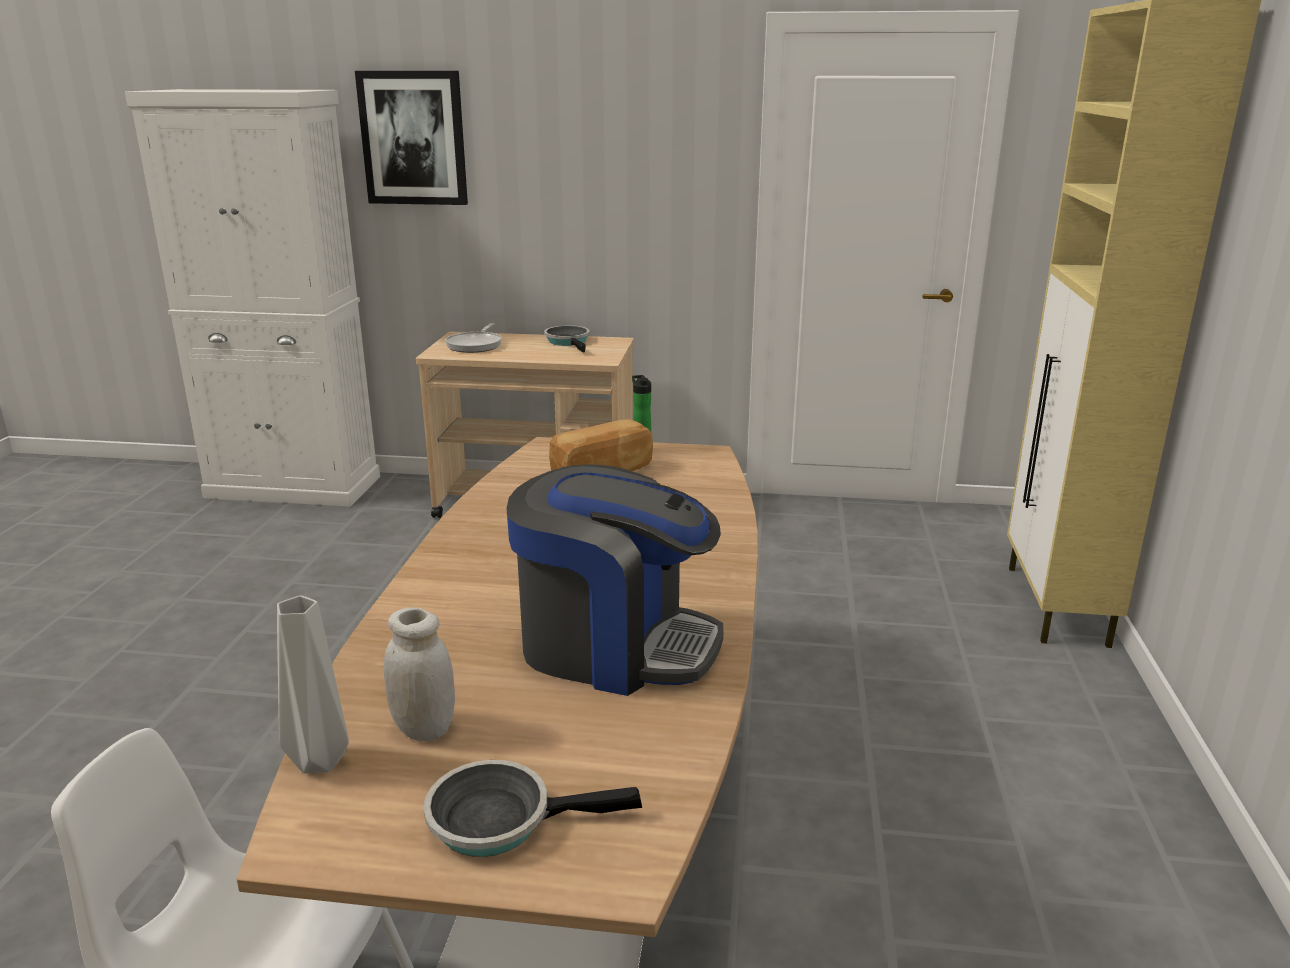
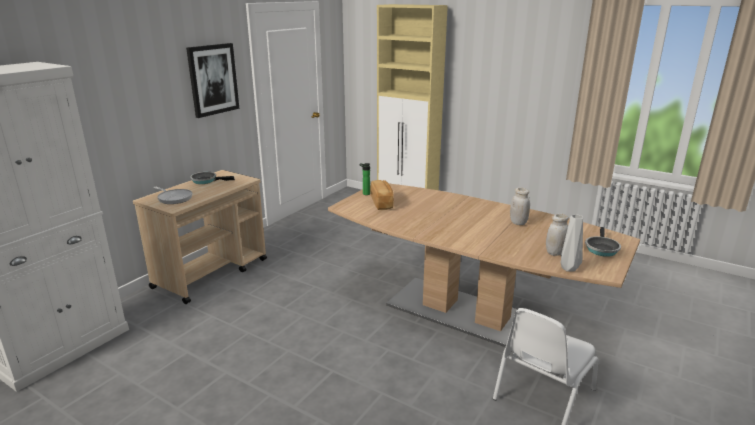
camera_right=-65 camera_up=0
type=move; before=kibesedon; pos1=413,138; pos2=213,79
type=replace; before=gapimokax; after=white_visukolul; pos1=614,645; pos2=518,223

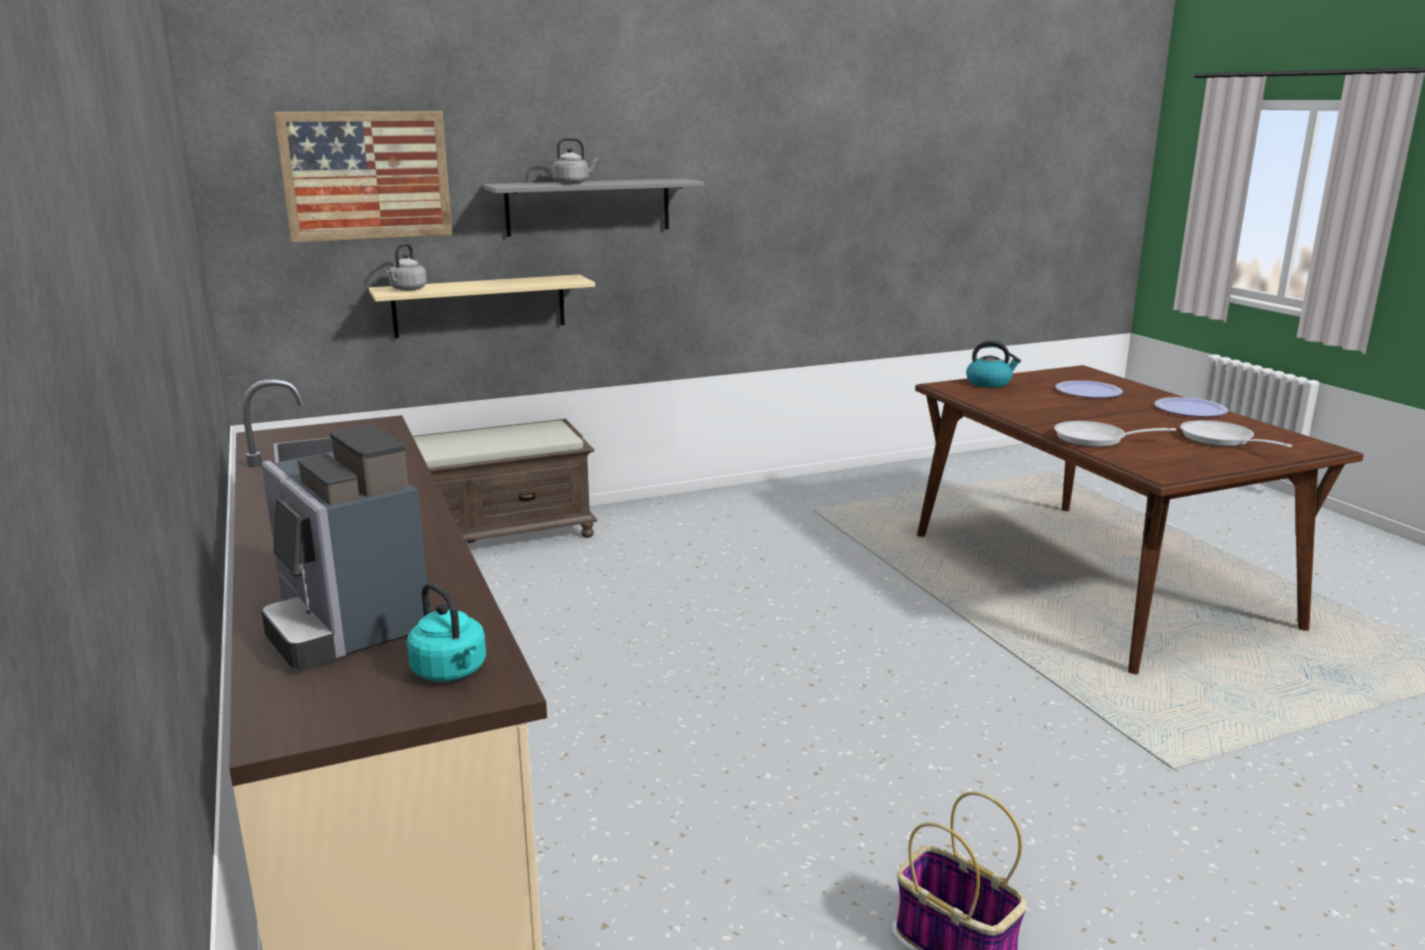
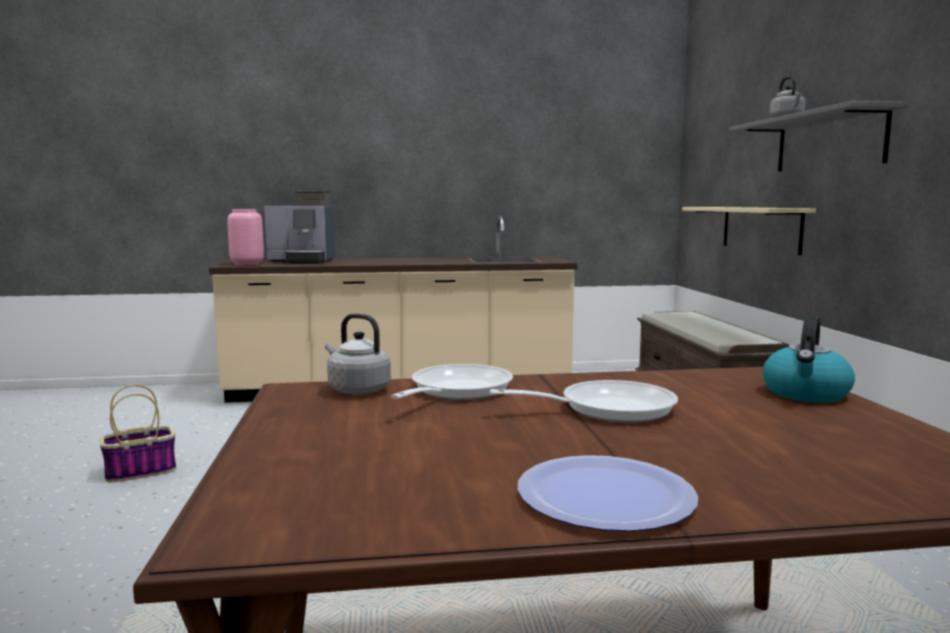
camera_right=105 camera_up=-10
type=replace; before=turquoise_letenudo; after=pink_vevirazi; pos1=451,672; pos2=246,264
type=rotate; before=gapimokax; pos1=346,623; pos2=303,261; turn=-150
type=move; before=grey_letenudo; pos1=407,289; pos2=356,390
type=move; before=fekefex; pos1=1221,440; pos2=607,408
type=delete; before=kibesedon; pos1=366,175
type=delete; before=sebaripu; pos1=1088,391

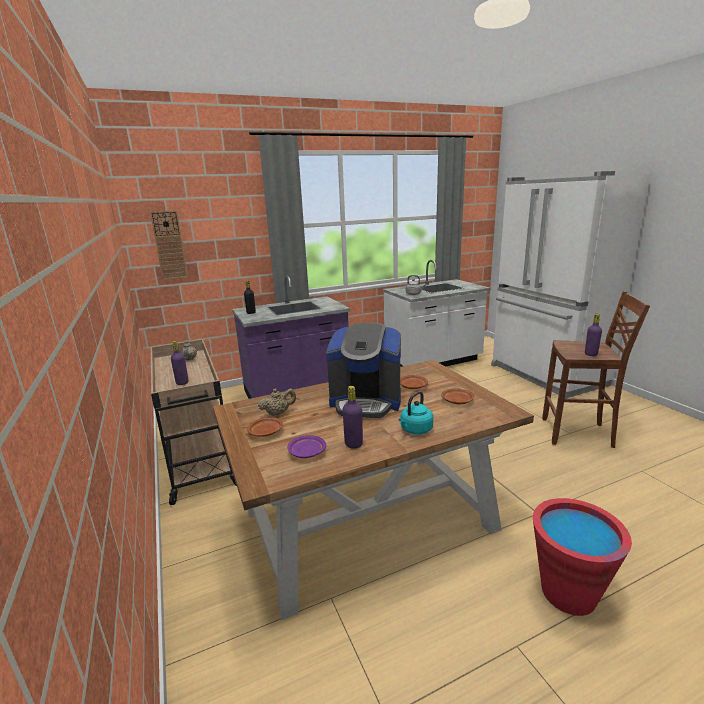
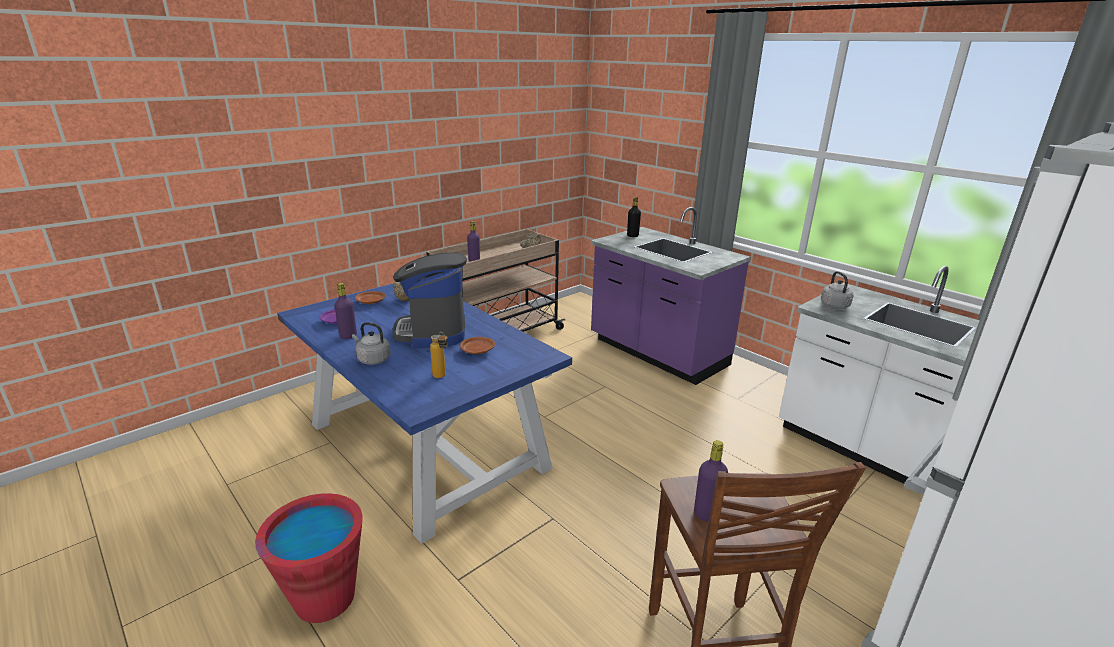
camera_right=70 camera_up=5
type=recolor; before=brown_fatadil; after=blue_fatadil; pos1=369,518; pos2=427,446
type=recolor; before=turquoise_letenudo; after=grey_letenudo; pos1=415,430; pos2=372,359
type=replace; before=brown_sebaripu; after=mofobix; pos1=457,401; pos2=442,377
type=delete; before=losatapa; pos1=169,245

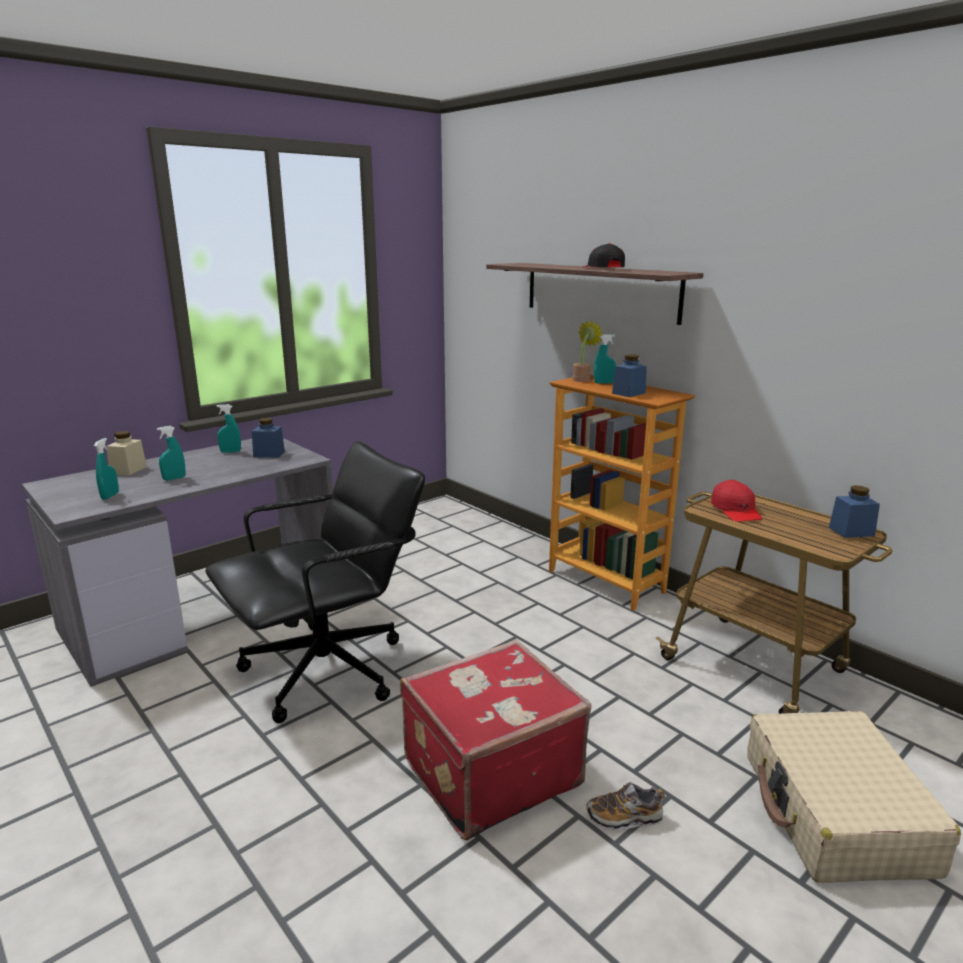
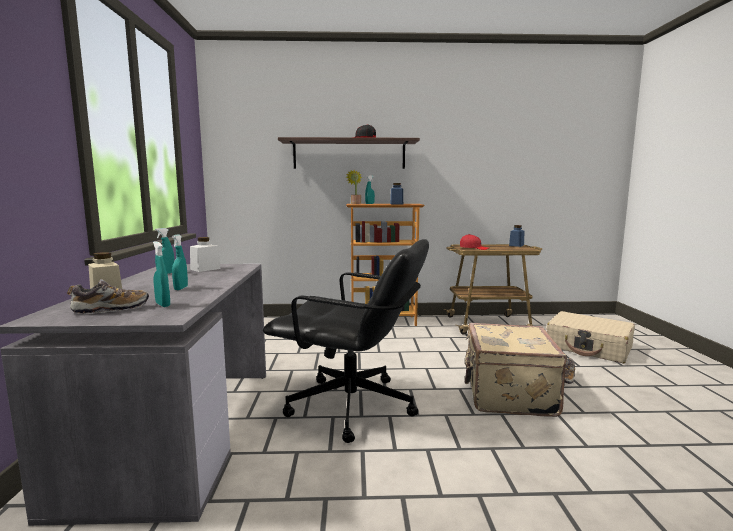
camera_right=-50 camera_up=-10
type=insert; after=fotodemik; pos2=111,310
type=recolor; before=blue_visukolul; after=white_visukolul; pos1=269,454; pos2=205,269
type=rotate; before=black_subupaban; pos1=327,671; pos2=352,407; turn=105
type=recolor; before=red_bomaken; after=beige_bomaken; pos1=489,771; pos2=507,394

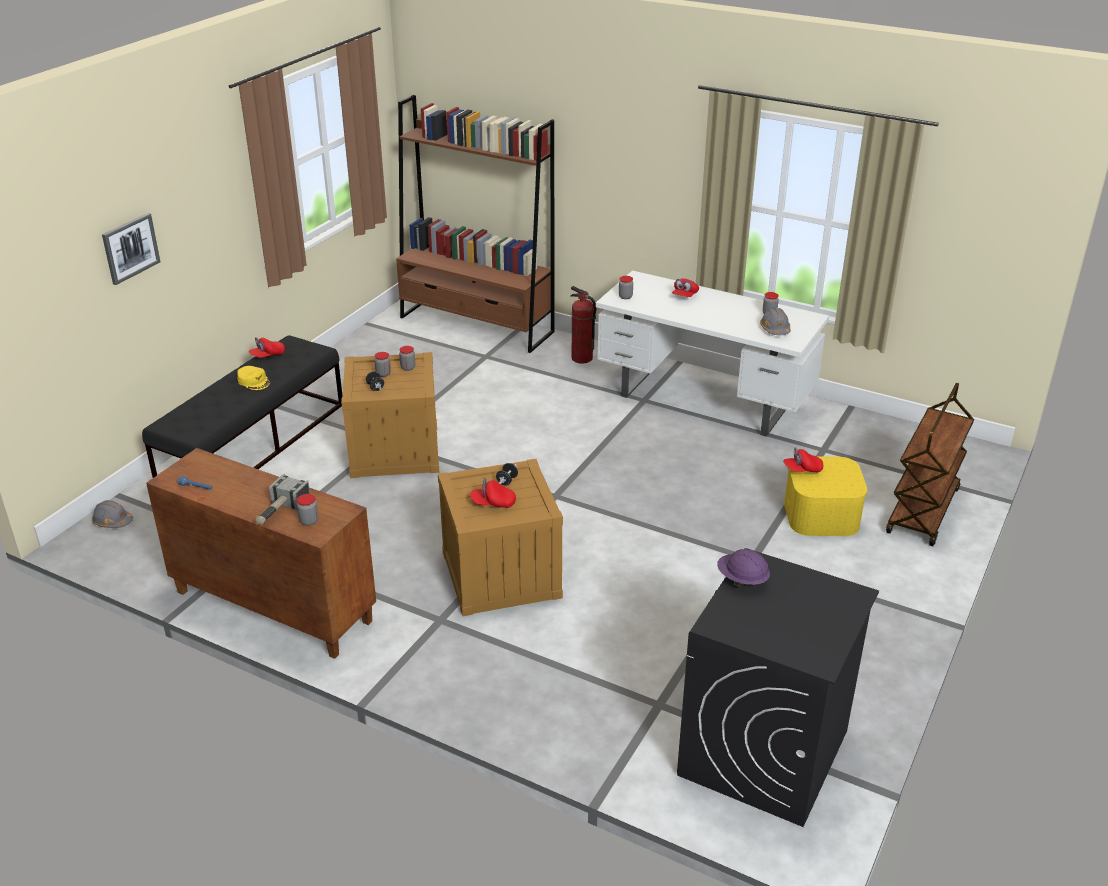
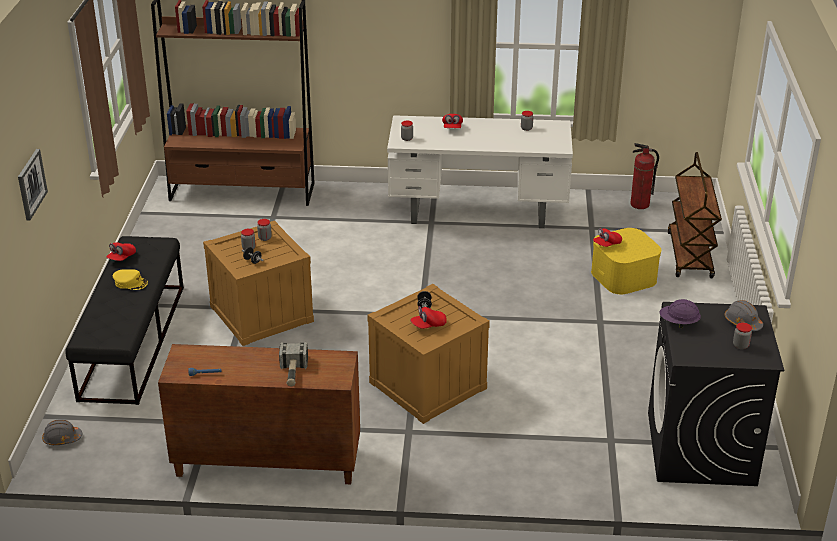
camera_right=-25 camera_up=0
type=move; before=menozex; pos1=582,358; pos2=639,204
type=move; before=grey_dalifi; pos1=775,329; pos2=742,322
type=move; before=visukolul; pos1=309,521; pos2=740,345

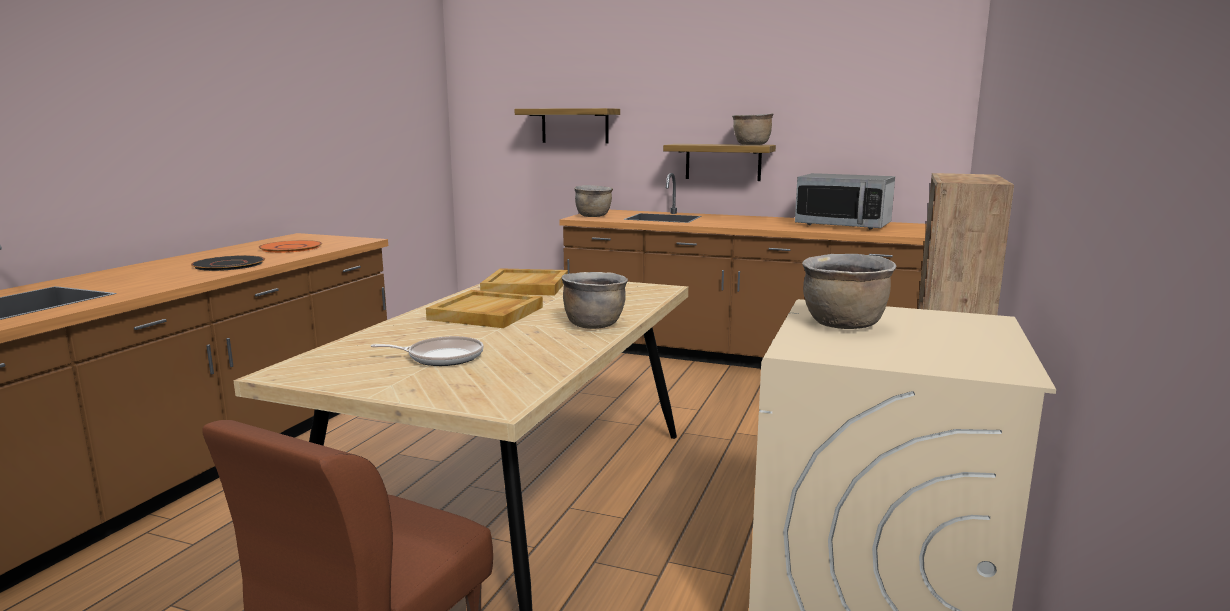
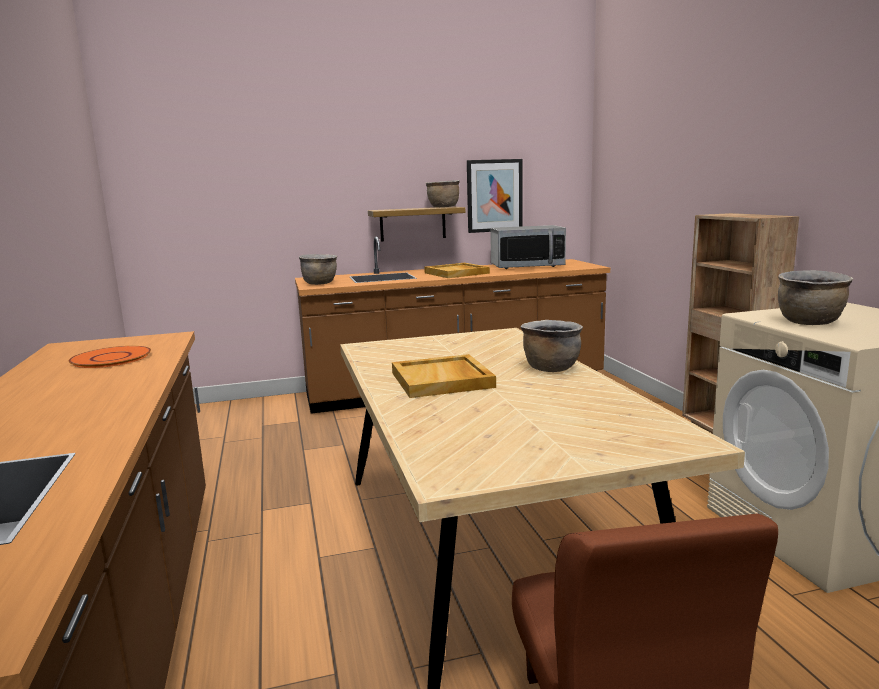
camera_right=-35 camera_up=0
type=move; before=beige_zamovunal; pos1=526,286; pos2=457,273
type=insert; after=kibesedon; pos2=494,195
type=delete; before=black_sebaripu; pos1=228,264
type=delete; before=fekefex; pos1=441,357
type=delete; before=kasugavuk; pos1=575,126

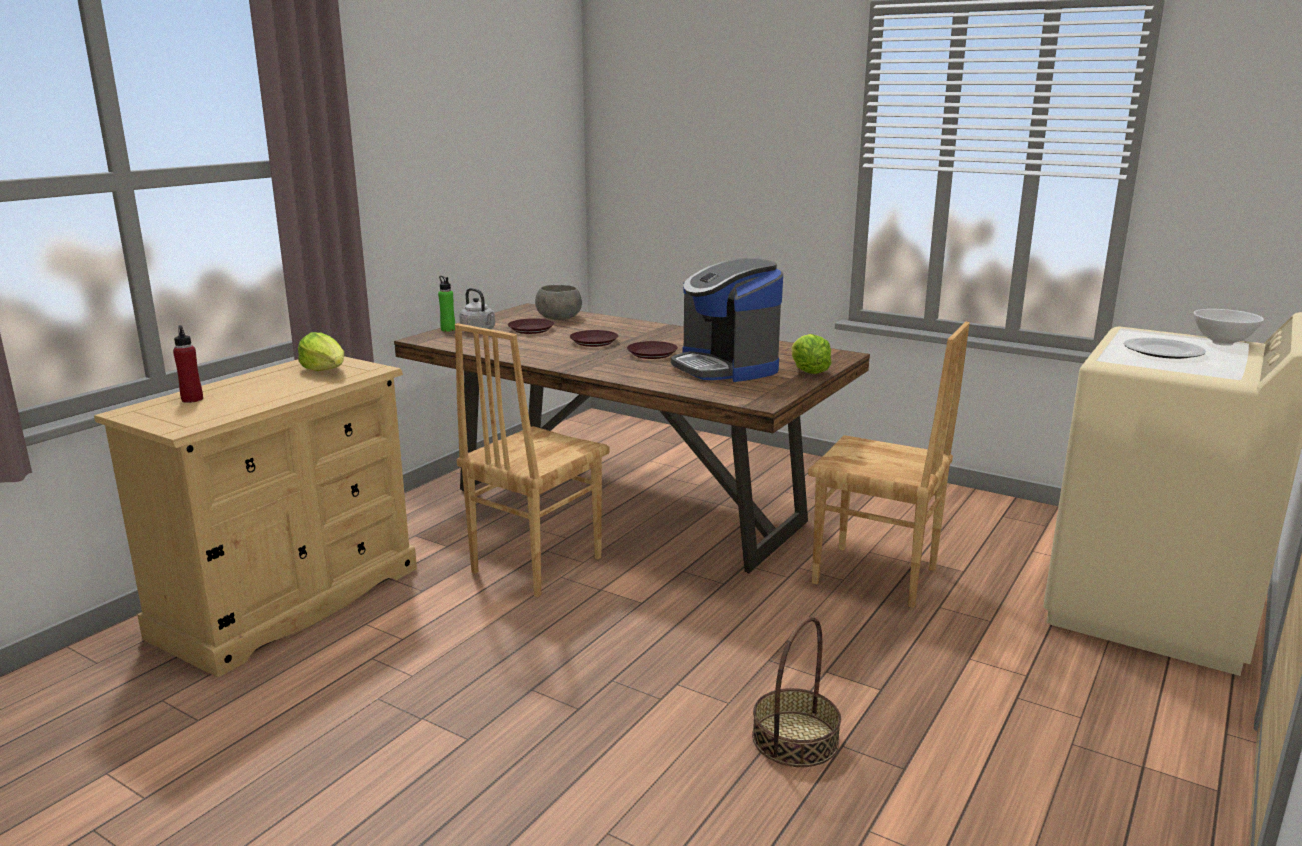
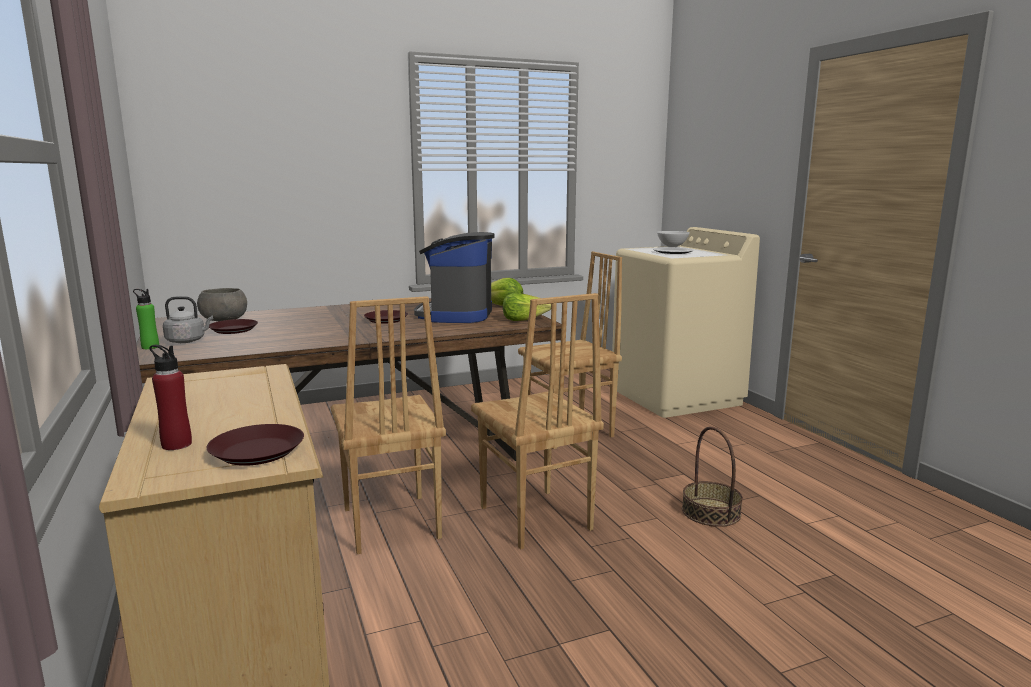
camera_right=-55 camera_up=-5
type=move; before=brown_sebaripu; pos1=593,342; pos2=256,452
type=rotate; before=gapimokax; pos1=726,367; pos2=456,314; turn=90
type=insert; after=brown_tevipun; pos2=533,519
type=move; before=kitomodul; pos1=326,370; pos2=524,319

